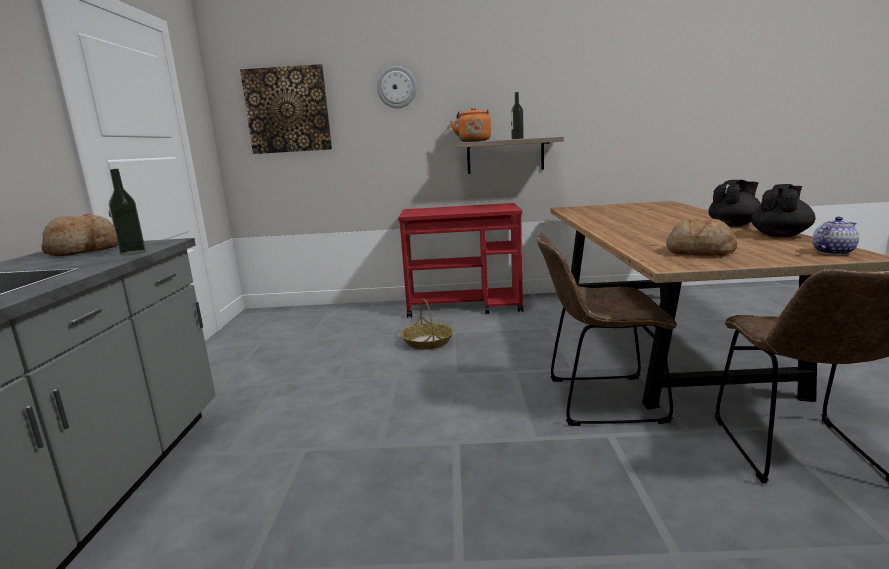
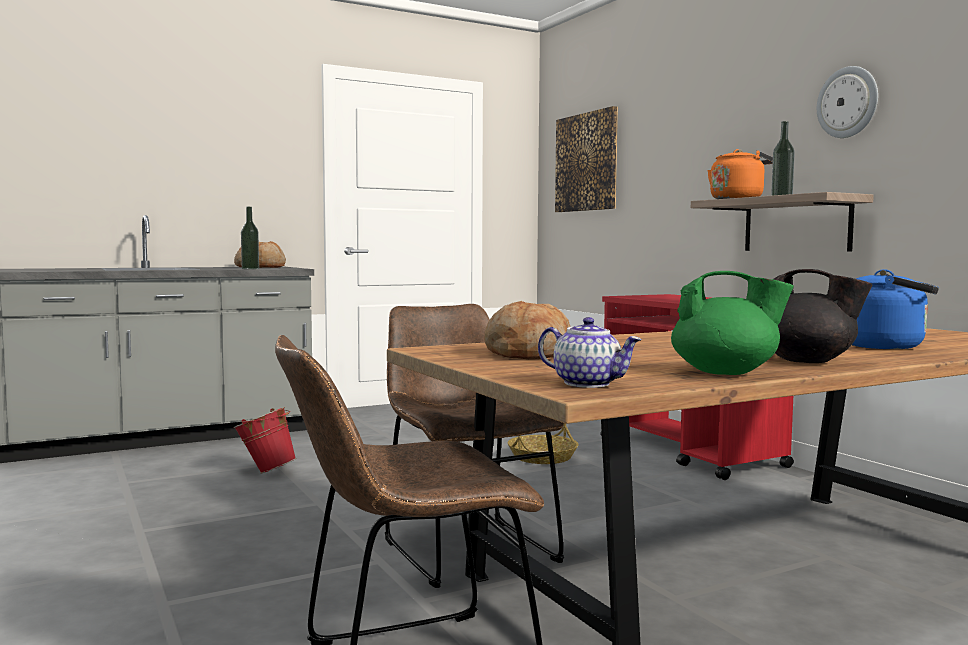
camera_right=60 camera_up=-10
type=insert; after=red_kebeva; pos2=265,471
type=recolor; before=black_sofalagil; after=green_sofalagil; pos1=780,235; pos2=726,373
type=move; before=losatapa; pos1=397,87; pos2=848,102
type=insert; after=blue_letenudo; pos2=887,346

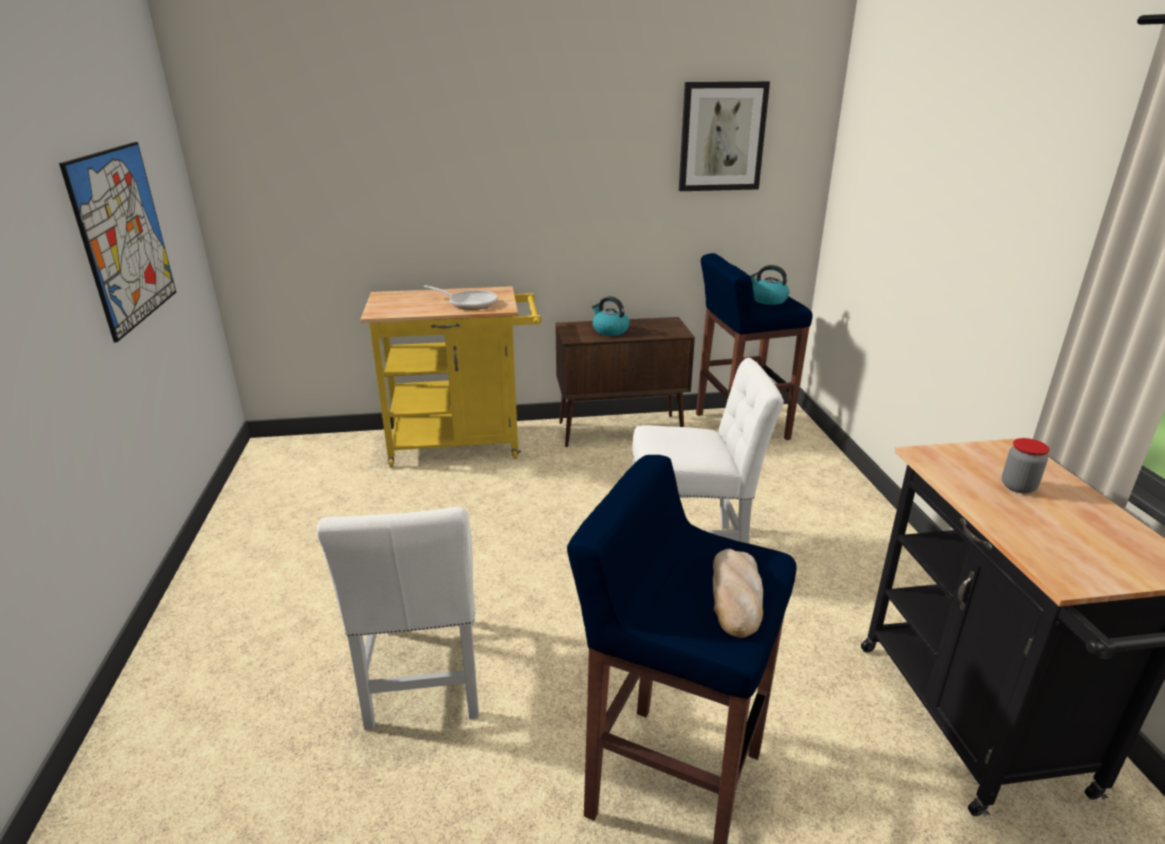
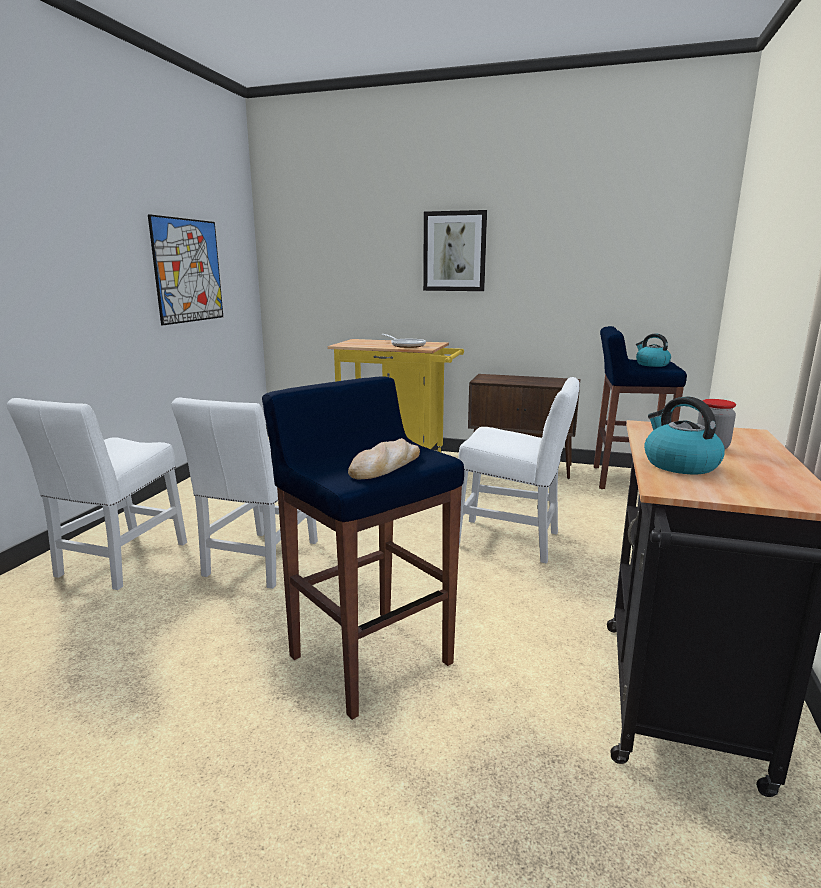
camera_right=25 camera_up=-10
type=insert; after=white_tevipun; pos2=119,562
type=move; before=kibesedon; pos1=722,137; pos2=454,251
type=move; before=letenudo; pos1=610,330; pos2=679,464

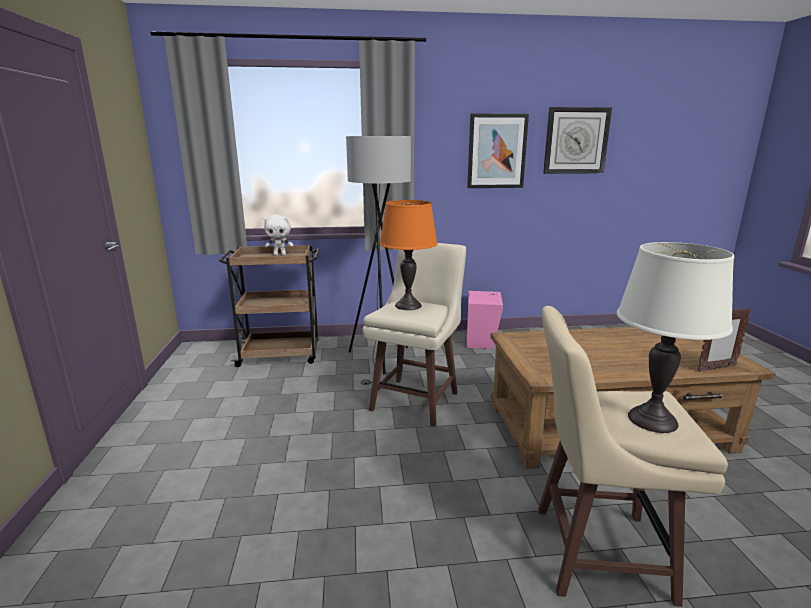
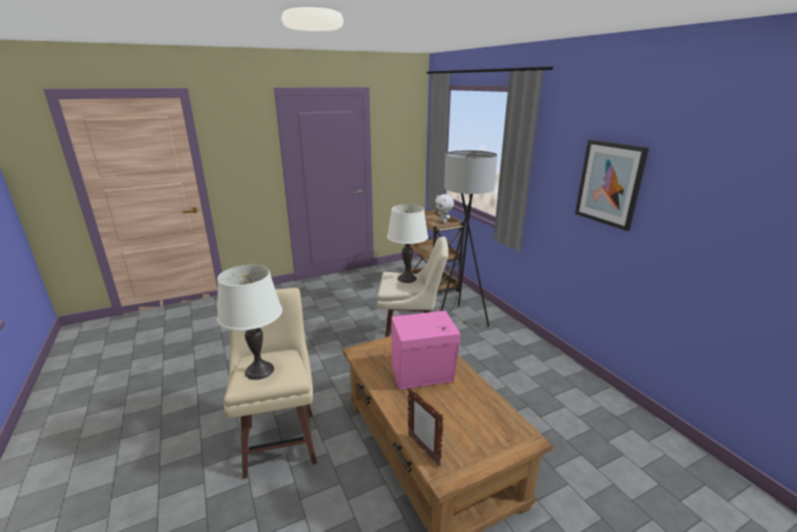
camera_right=70 camera_up=5
type=recolor; before=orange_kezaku; after=white_kezaku; pos1=408,305; pos2=407,278
type=move; before=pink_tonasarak; pos1=481,340; pos2=424,377
type=delete; before=losatapa; pos1=576,141

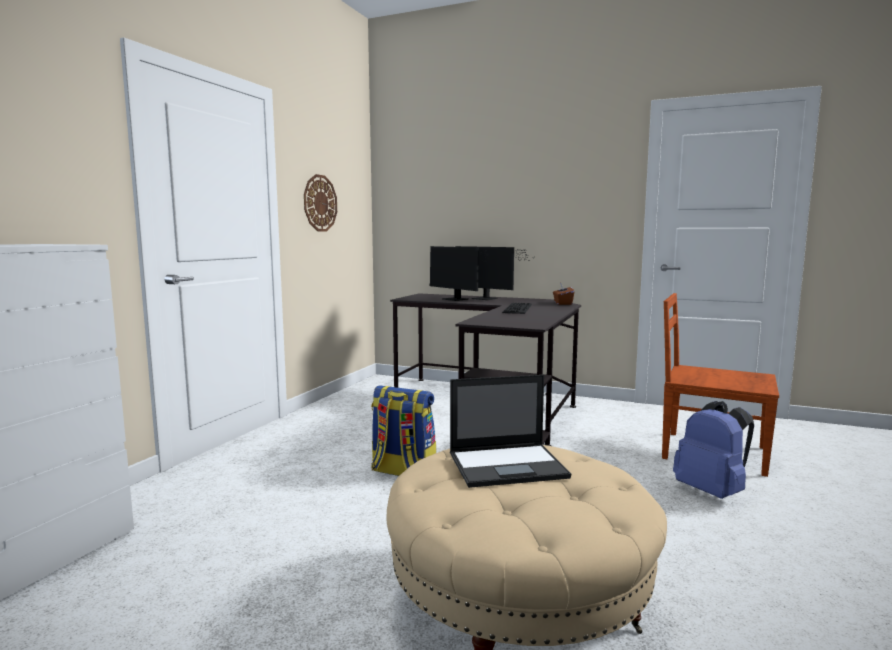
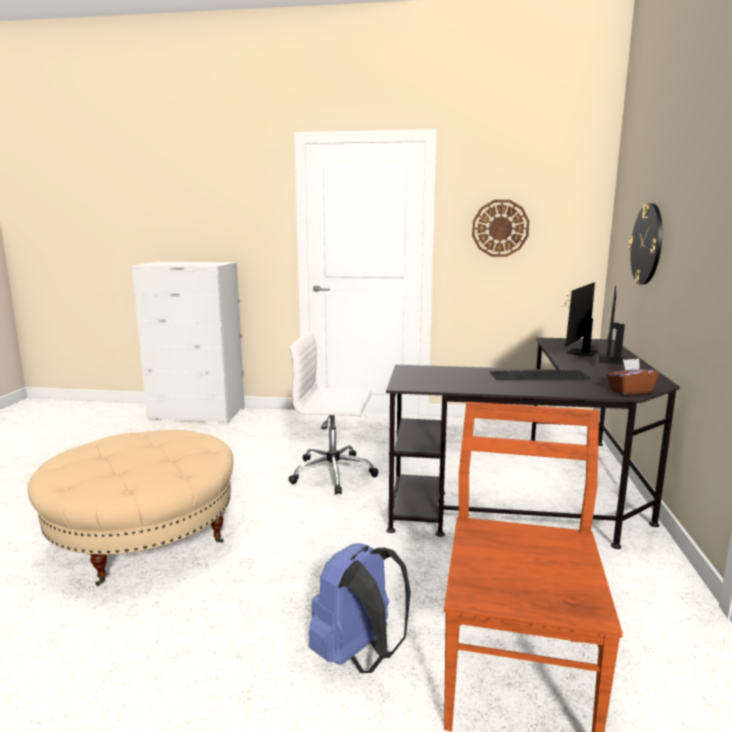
camera_right=75 camera_up=5
type=replace; before=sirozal; after=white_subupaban; pos1=402,472; pos2=334,473
type=insert; after=losatapa; pos2=647,244
type=delete; before=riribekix; pos1=508,465

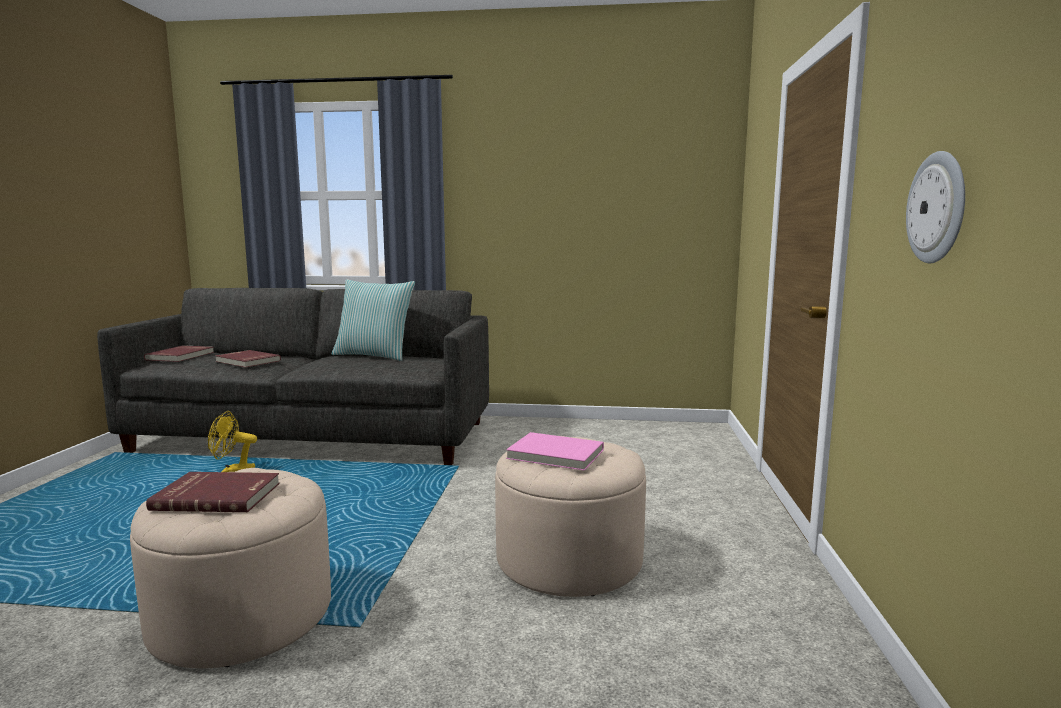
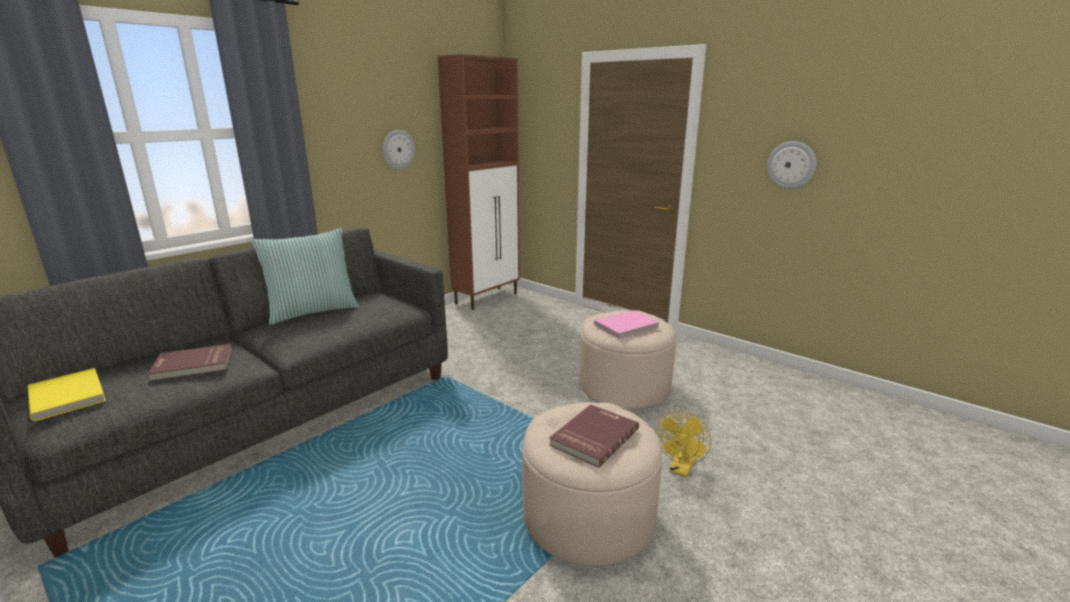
camera_right=-55 camera_up=10
type=recolor; before=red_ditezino; after=yellow_ditezino; pos1=181,356; pos2=69,396
type=insert; after=losatapa; pos2=398,149
type=insert; after=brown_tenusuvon; pos2=487,298
type=move; before=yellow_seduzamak; pos1=232,471; pos2=681,470

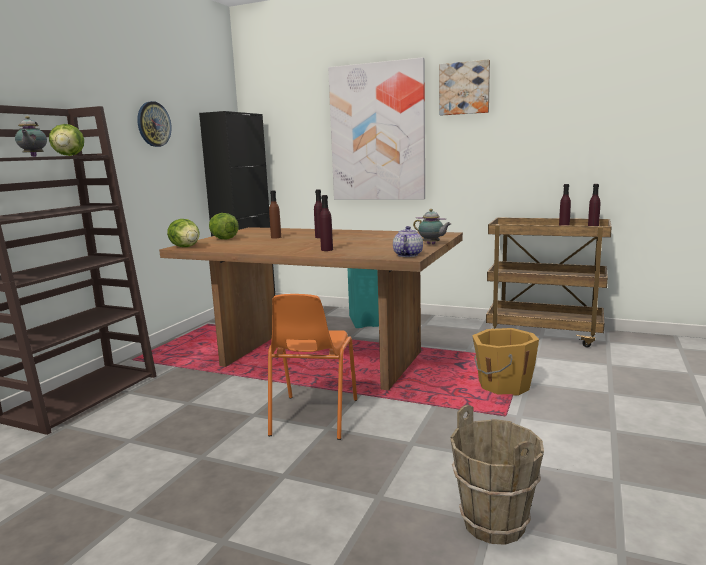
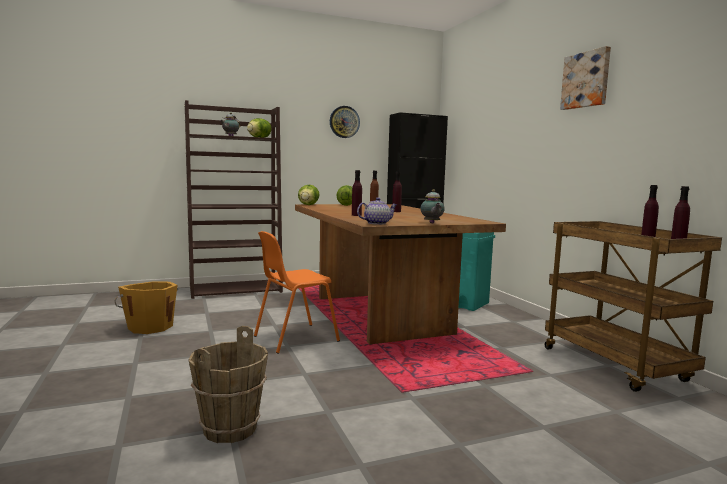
camera_right=45 camera_up=-5
type=move; before=orange_kebeva; pos1=502,385; pos2=150,327
type=delete; before=kibesedon; pos1=377,132

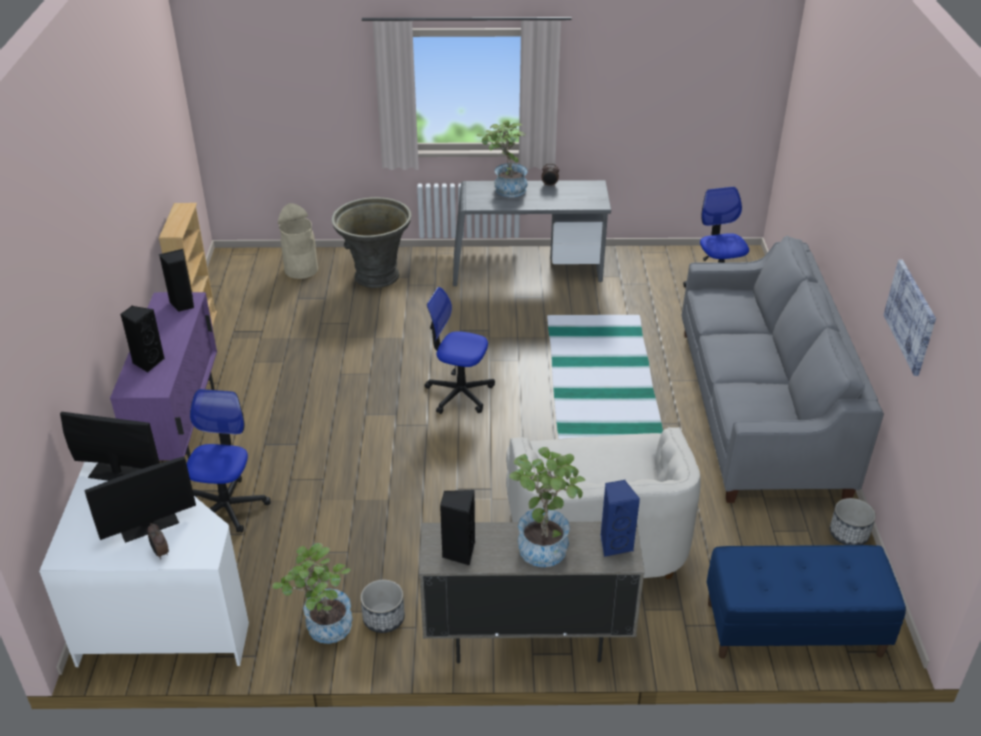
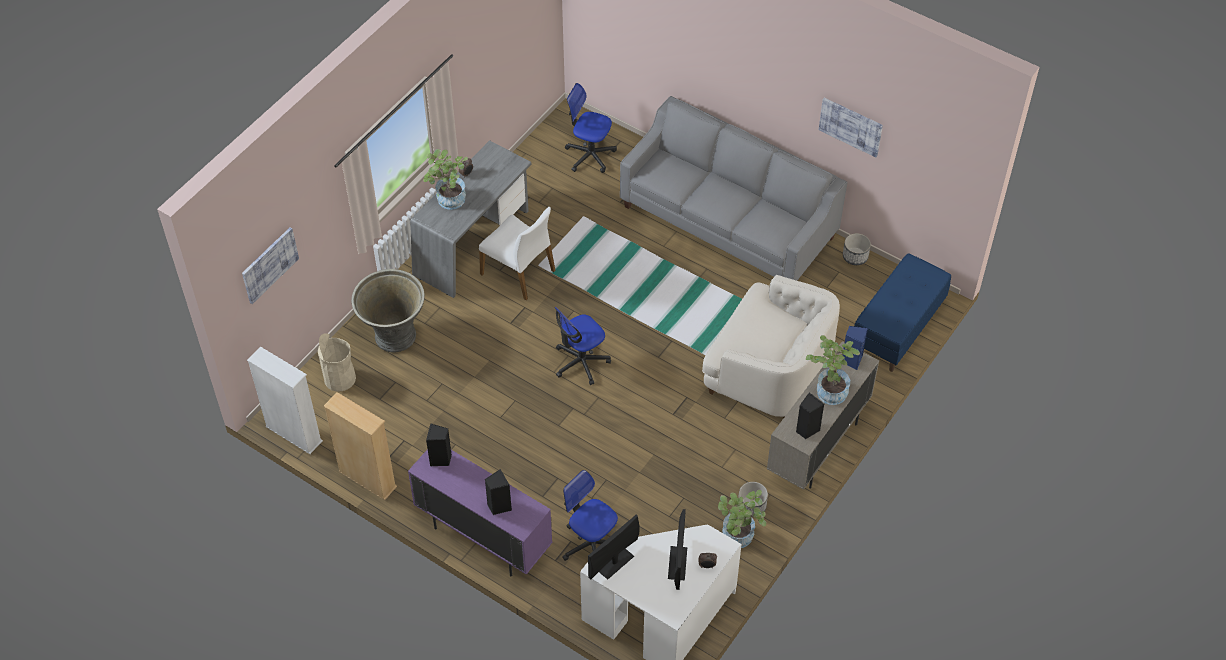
camera_right=-55 camera_up=15
type=insert; after=kibesedon; pos2=269,264
type=insert; after=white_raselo; pos2=294,434
type=insert; after=white_tevipun; pos2=519,272

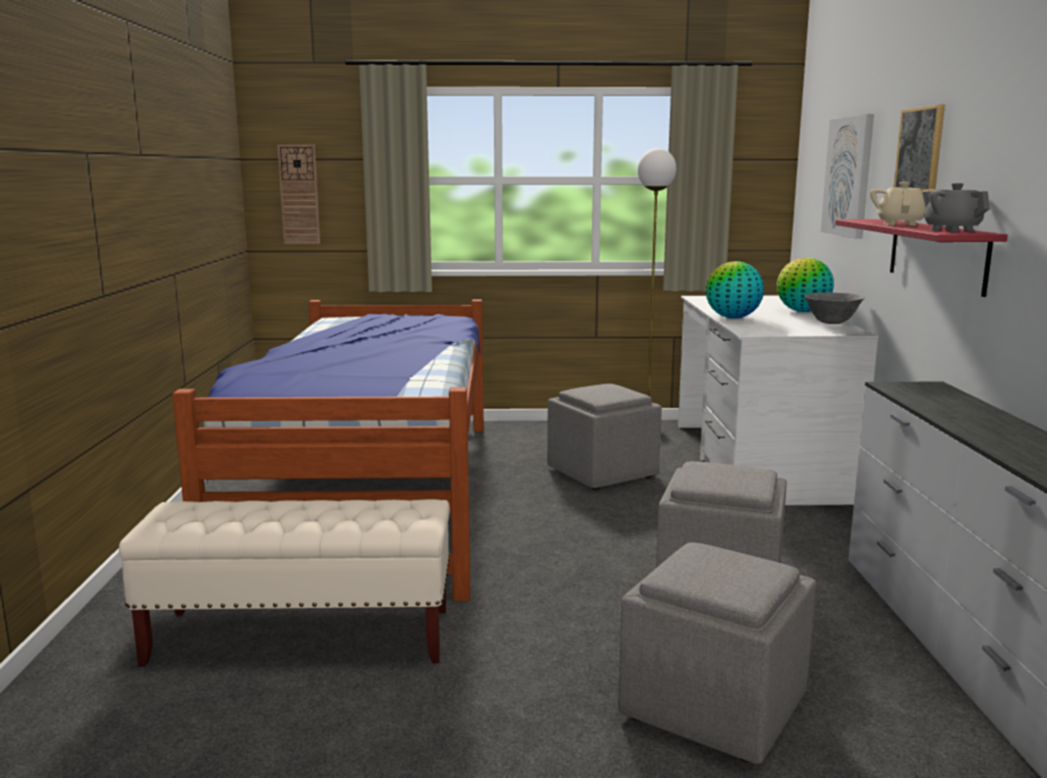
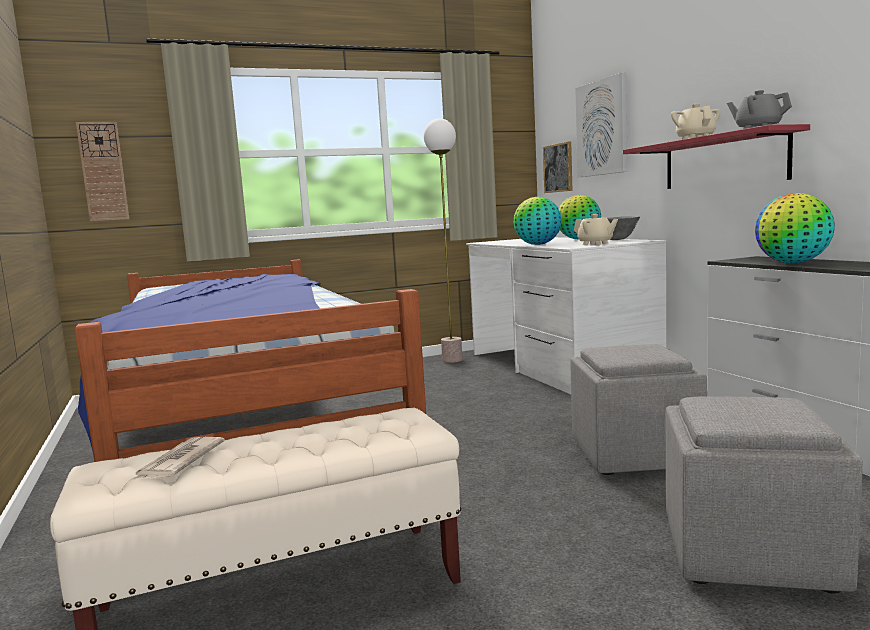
camera_right=-20 camera_up=-5
type=insert; after=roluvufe; pos2=179,462
type=move; before=kibesedon; pos1=920,149; pos2=558,168
type=insert; after=beige_sofalagil; pos2=595,244
type=insert; after=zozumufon; pos2=793,263
type=delete; before=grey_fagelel; pos1=603,473

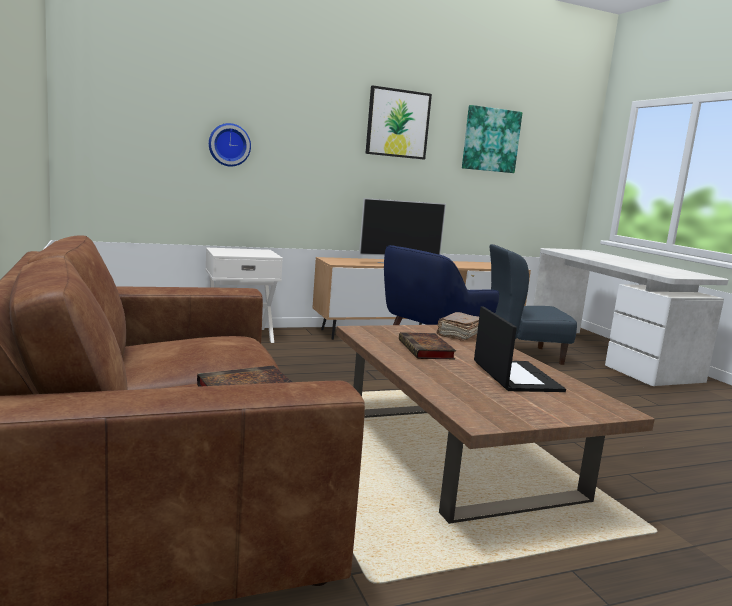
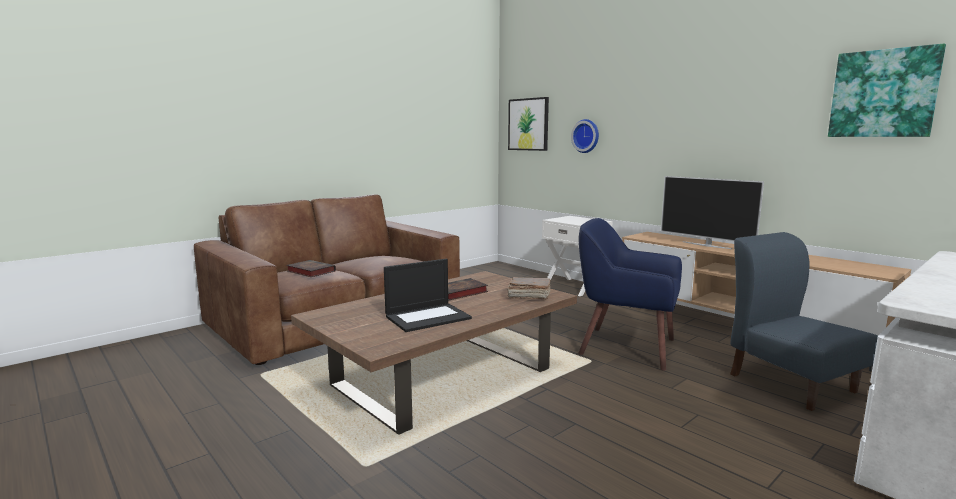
camera_right=70 camera_up=0
type=move; before=kibesedon; pos1=397,123; pos2=528,124

